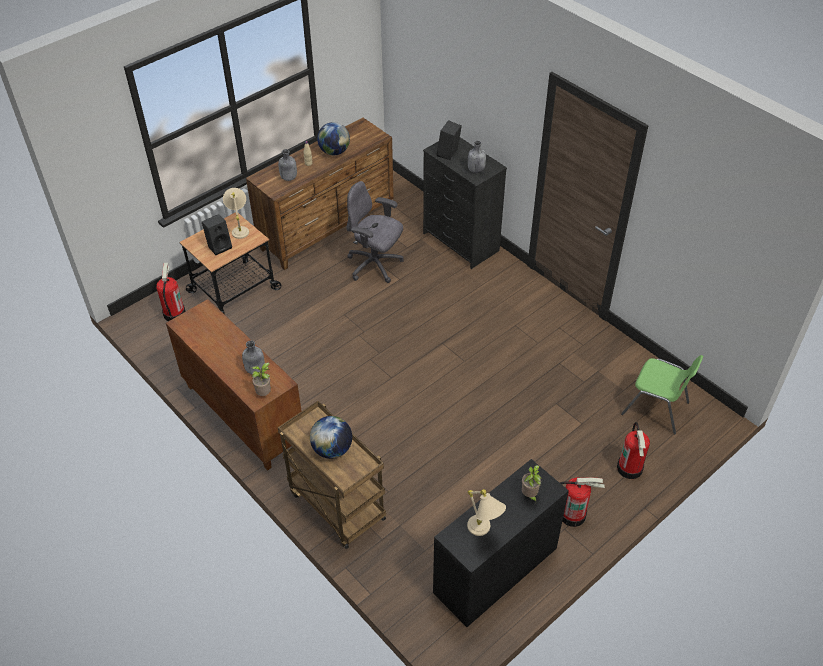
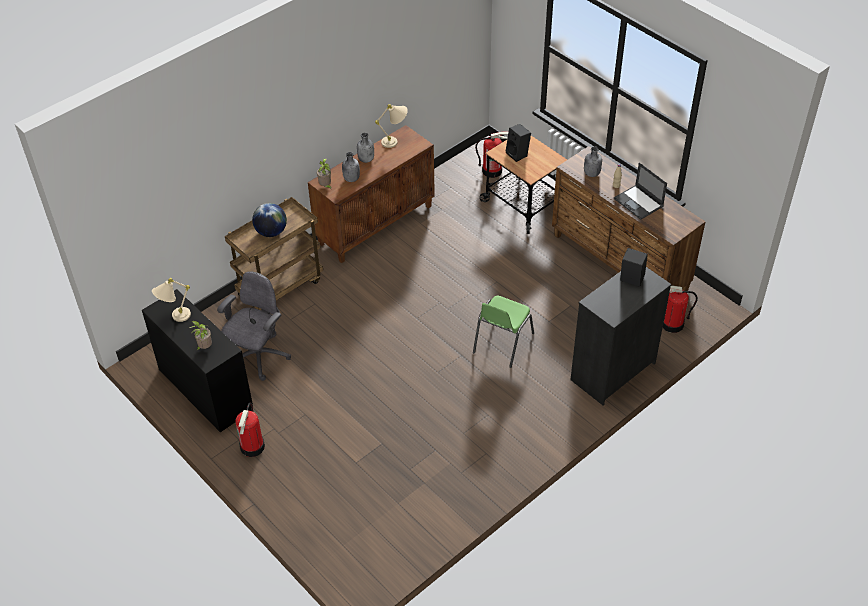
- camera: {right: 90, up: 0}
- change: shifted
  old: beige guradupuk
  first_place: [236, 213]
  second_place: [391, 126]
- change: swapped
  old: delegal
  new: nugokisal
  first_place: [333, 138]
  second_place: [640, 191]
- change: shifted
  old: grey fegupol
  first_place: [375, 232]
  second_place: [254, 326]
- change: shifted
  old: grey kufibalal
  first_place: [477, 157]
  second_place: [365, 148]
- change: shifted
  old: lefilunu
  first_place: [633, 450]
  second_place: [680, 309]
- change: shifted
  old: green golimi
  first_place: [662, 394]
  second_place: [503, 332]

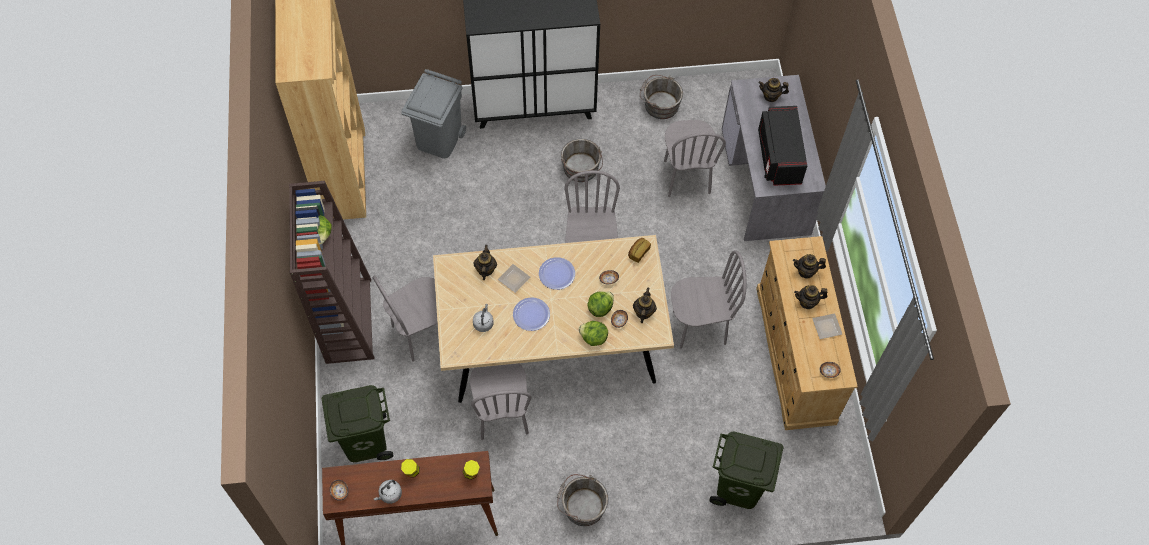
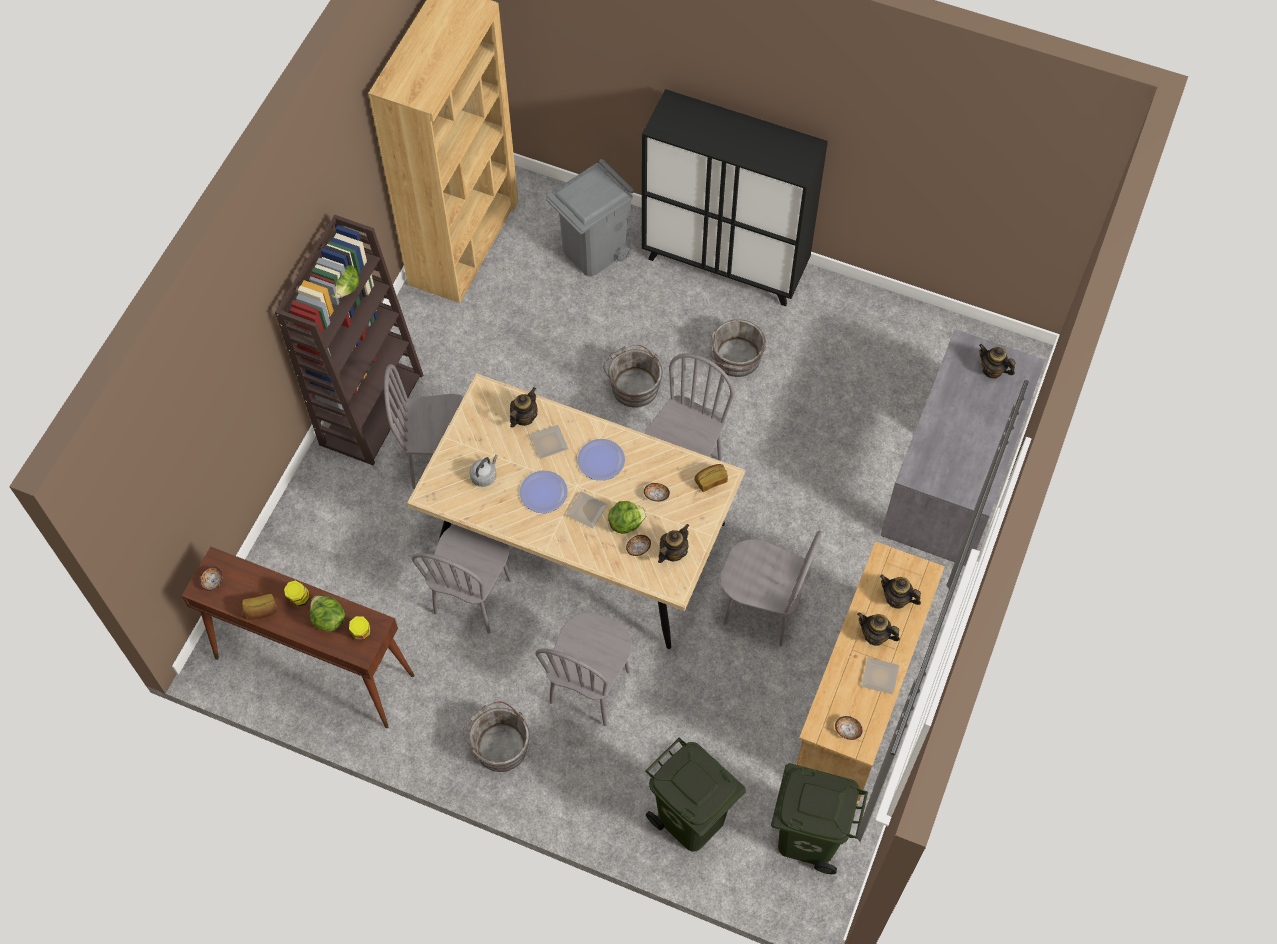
- camera: {right: 30, up: 0}
- change: shifted
  old: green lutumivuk
  first_place: [357, 423]
  second_place: [819, 818]
- change: swapped
  old: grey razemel
  new: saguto
  first_place: [388, 492]
  second_place: [260, 607]
- change: shifted
  old: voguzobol
  first_place: [593, 333]
  second_place: [327, 614]
- change: shifted
  old: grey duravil
  first_place: [661, 97]
  second_place: [633, 376]
- change: shifted
  old: grey golimi
  first_place: [695, 158]
  second_place: [584, 669]
- change: gone
  old: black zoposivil
  first_place: [782, 146]
- change: new
  new: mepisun
  second_place: [587, 510]

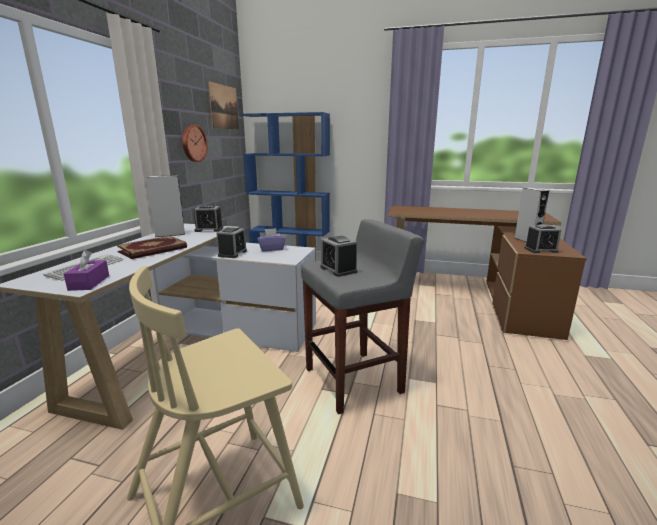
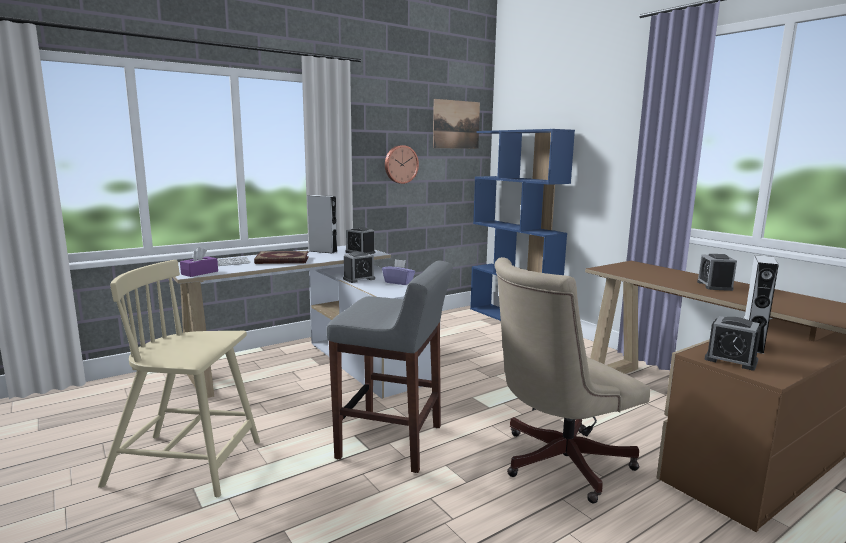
- camera: {right: 40, up: -5}
- change: shifted
  old: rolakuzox
  first_place: [339, 256]
  second_place: [717, 272]
- change: new
  new: beige fegupol
  second_place: [572, 380]

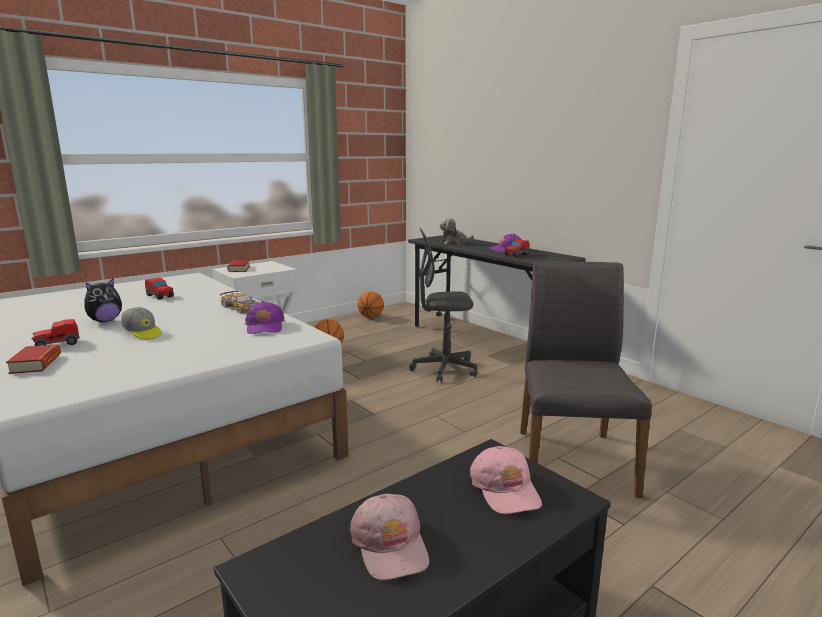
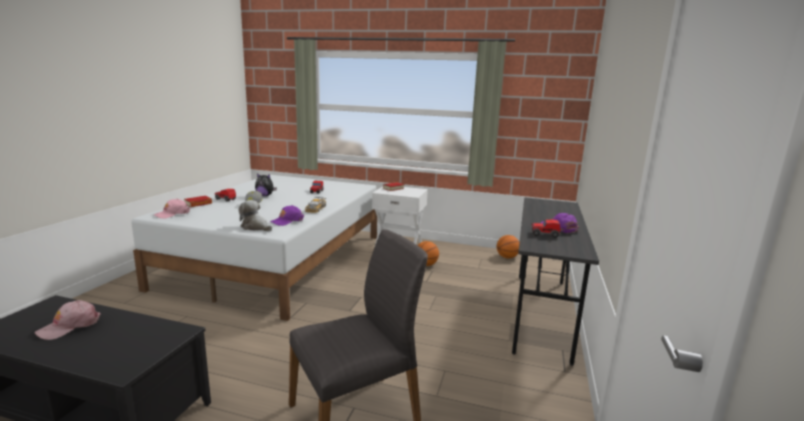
- camera: {right: 55, up: 0}
- change: gone
  old: grey fegupol
  first_place: [443, 305]
- change: shifted
  old: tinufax
  first_place: [456, 231]
  second_place: [255, 215]
- change: shifted
  old: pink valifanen
  first_place: [506, 480]
  second_place: [172, 209]

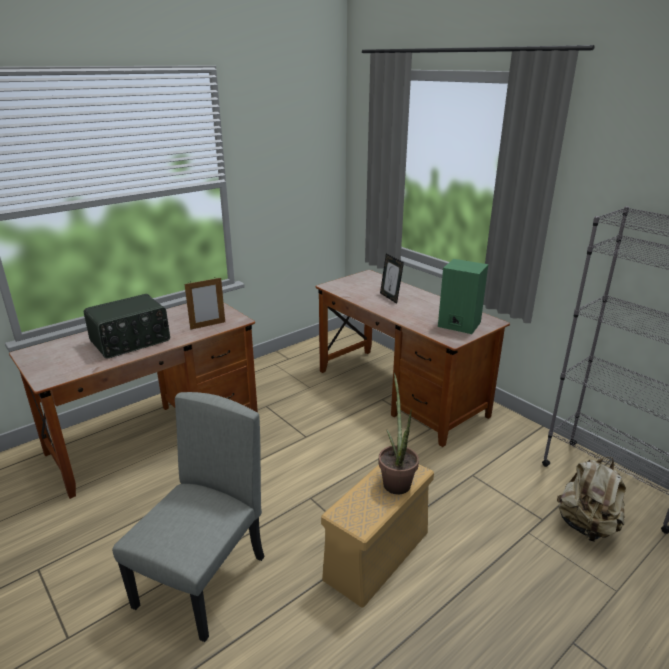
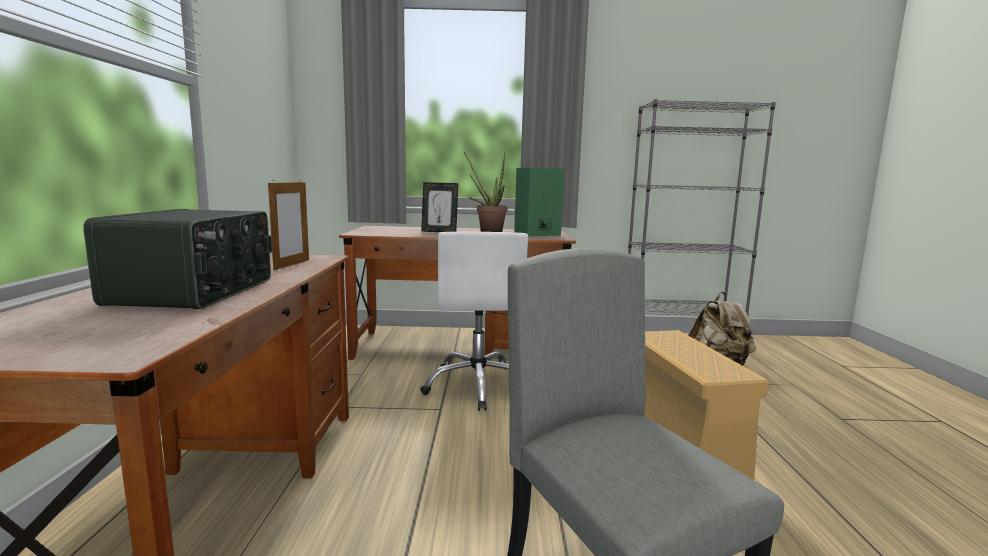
- camera: {right: -50, up: -15}
- change: shifted
  old: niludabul
  first_place: [398, 434]
  second_place: [486, 192]
- change: new
  new: white fegupol
  second_place: [474, 321]

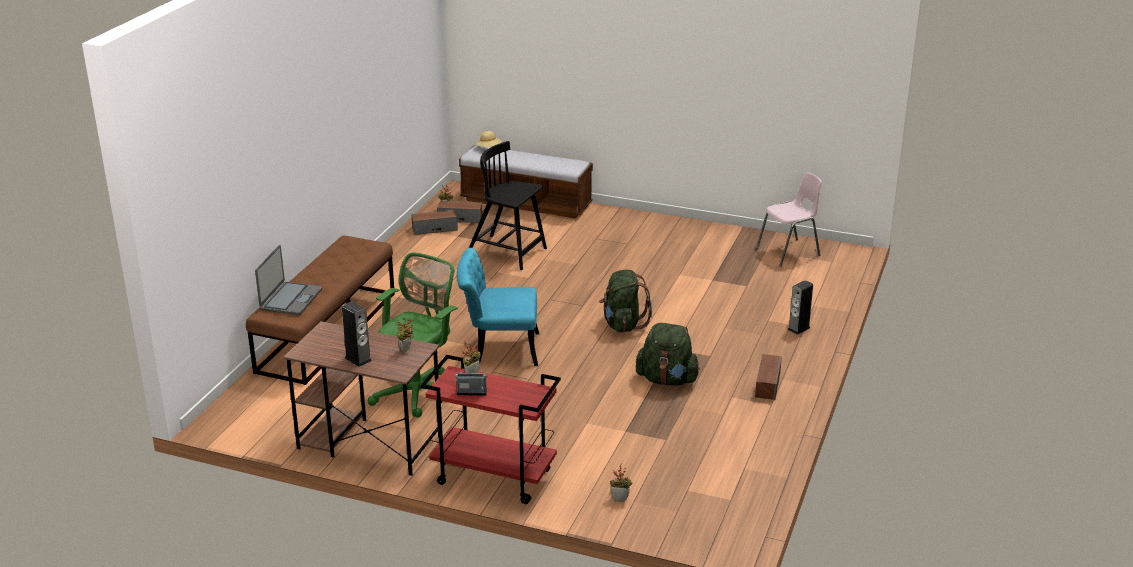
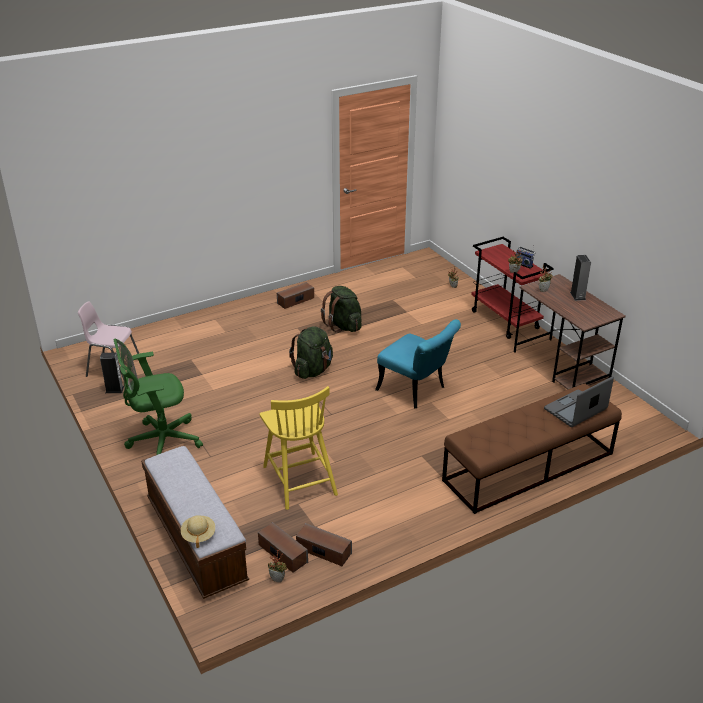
- camera: {right: -140, up: 5}
- change: shifted
  old: green fegupol
  first_place: [413, 335]
  second_place: [158, 397]
- change: repainted
  old: black golimi
  new: yellow golimi
  first_place: [508, 205]
  second_place: [299, 448]
- change: shifted
  old: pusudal
  first_place: [800, 307]
  second_place: [112, 373]

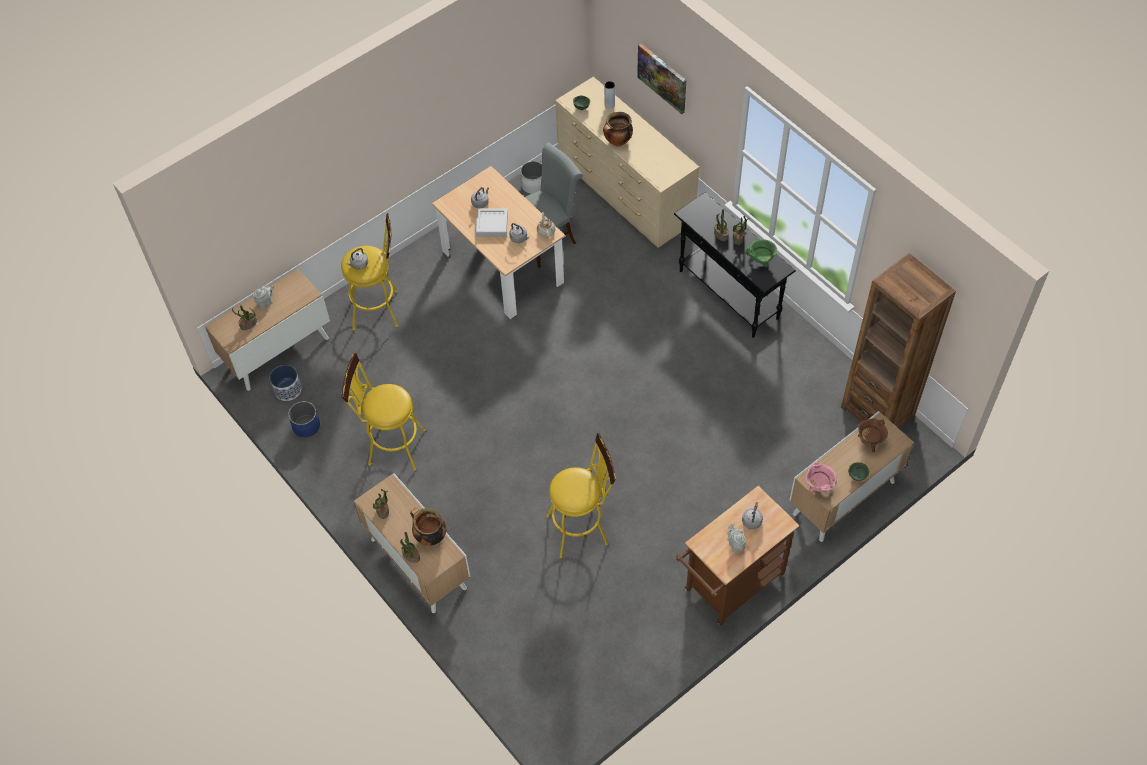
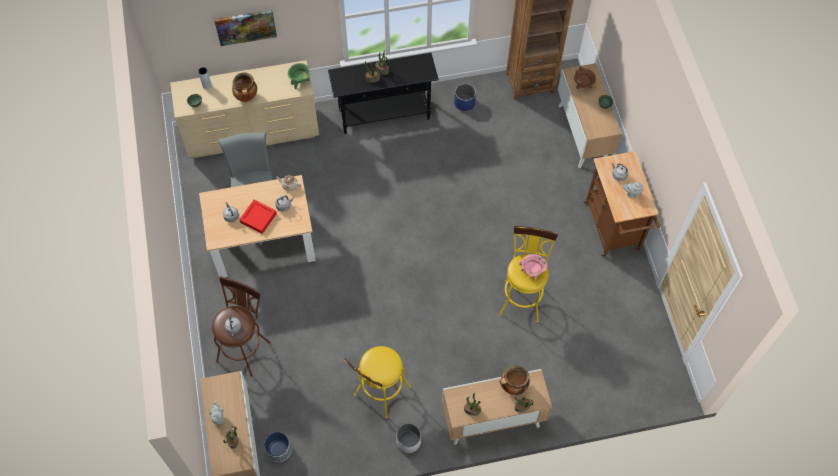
- camera: {right: -65, up: 5}
- change: shifted
  old: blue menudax
  first_place: [304, 419]
  second_place: [465, 97]
- change: repainted
  old: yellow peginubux
  new: brown peginubux
  first_place: [369, 272]
  second_place: [241, 326]
- change: repainted
  old: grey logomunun
  new: red logomunun
  first_place: [492, 222]
  second_place: [258, 217]
- change: shifted
  old: white menudax
  first_place: [531, 177]
  second_place: [408, 438]
- change: shifted
  old: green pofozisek
  first_place: [761, 253]
  second_place: [299, 76]
- change: shifted
  old: pink pofozisek
  first_place: [821, 476]
  second_place: [533, 266]

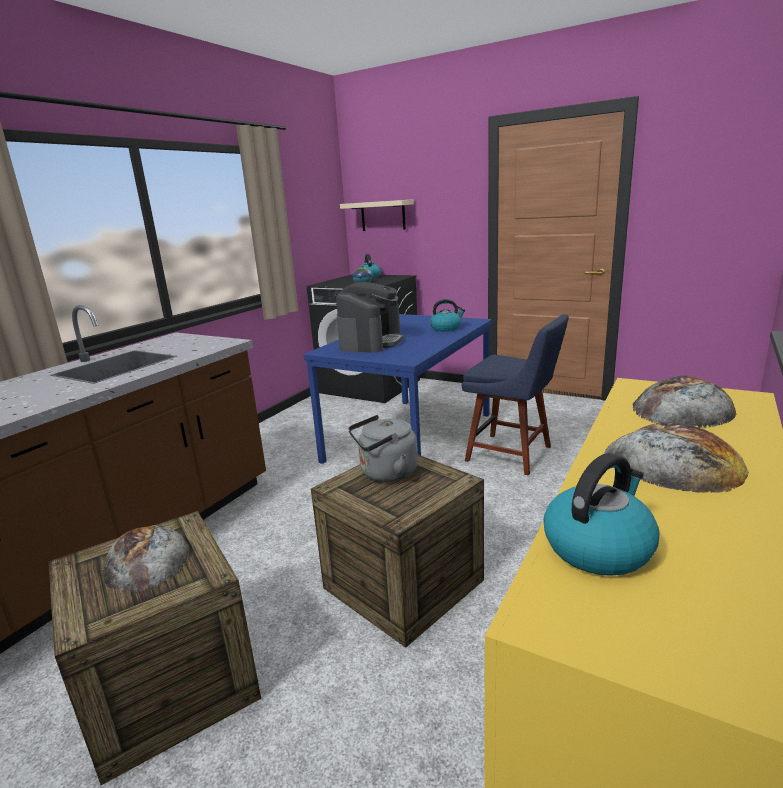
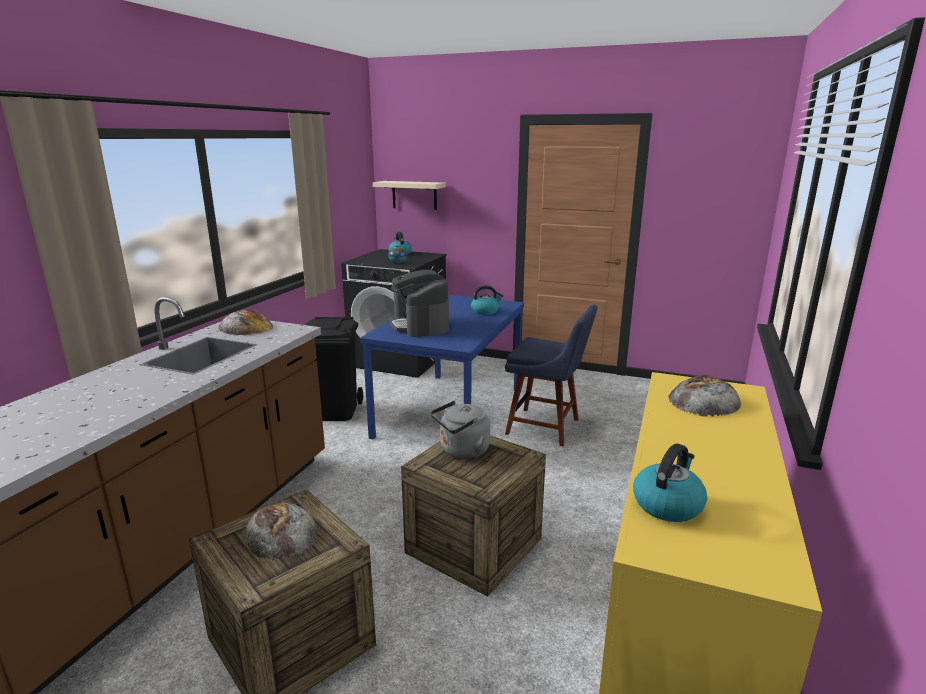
- camera: {right: -10, up: 0}
- change: rotated
  old: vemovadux
  first_place: [370, 317]
  second_place: [419, 303]
  degrees: 150
- change: shifted
  old: saguto
  first_place: [676, 457]
  second_place: [245, 322]
- change: new
  new: black lutumivuk
  second_place: [334, 369]

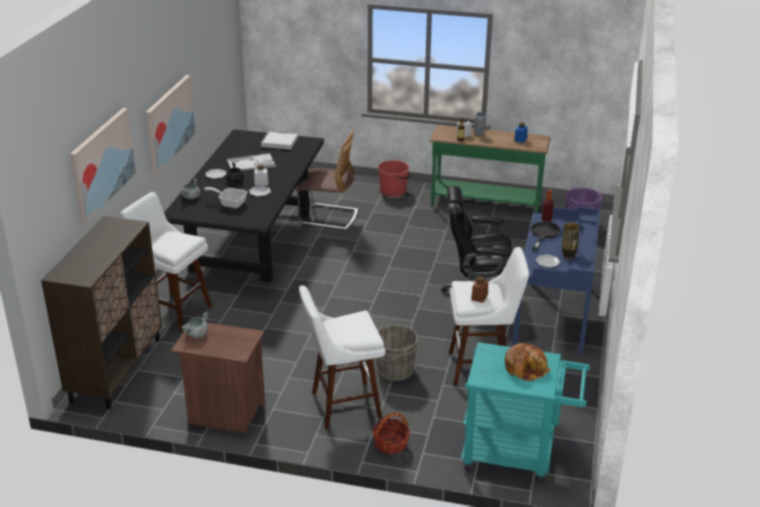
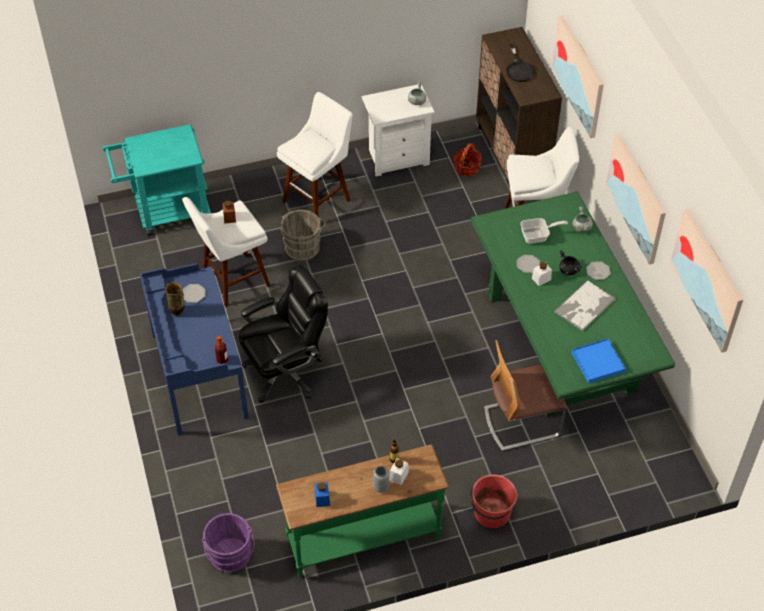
- camera: {right: 150, up: 20}
- change: repainted
  old: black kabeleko
  new: green kabeleko
  first_place: [244, 205]
  second_place: [573, 303]
- change: repainted
  old: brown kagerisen
  new: white kagerisen
  first_place: [218, 377]
  second_place: [398, 130]
- change: repainted
  old: white logomunun
  new: blue logomunun
  first_place: [280, 140]
  second_place: [599, 361]
- change: shifted
  old: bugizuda
  first_place: [391, 433]
  second_place: [467, 159]
- change: gone
  old: saguto
  first_place: [527, 362]
- change: shifted
  old: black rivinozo
  first_place: [545, 236]
  second_place: [520, 62]
- change: new
  new: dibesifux
  second_place: [706, 281]

